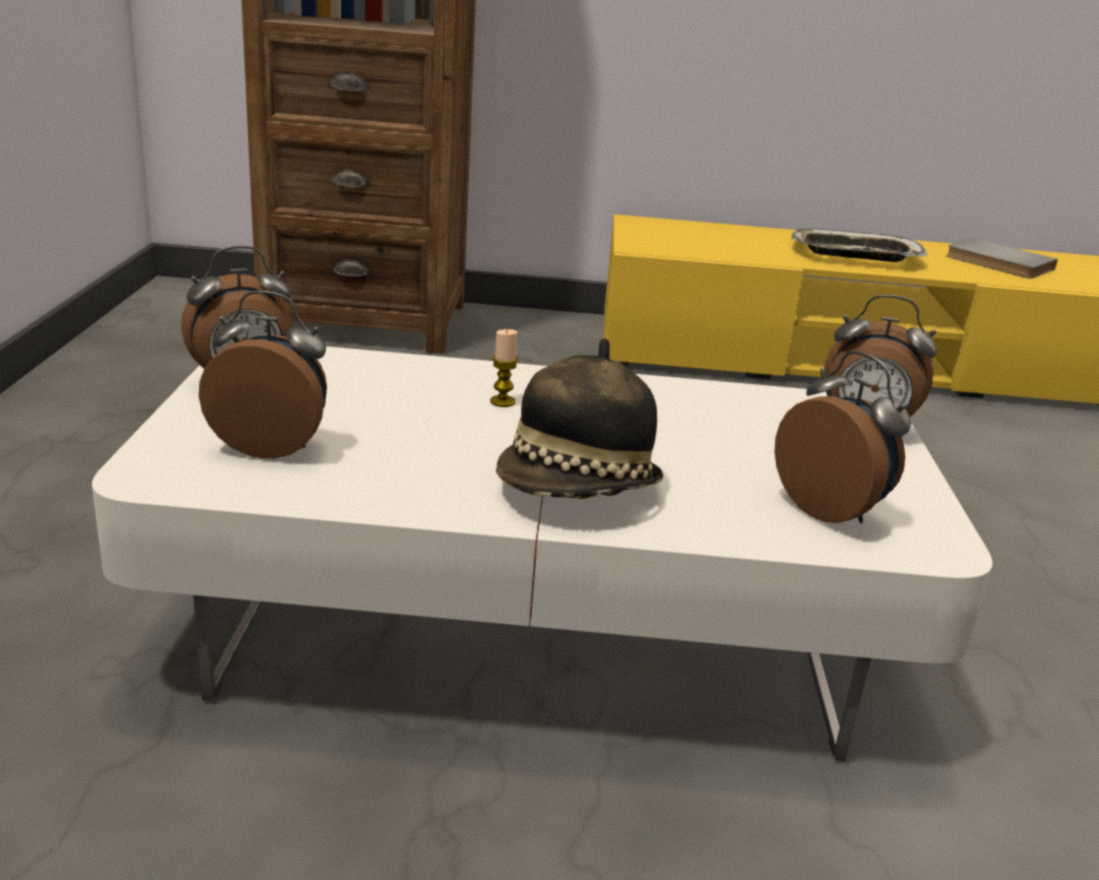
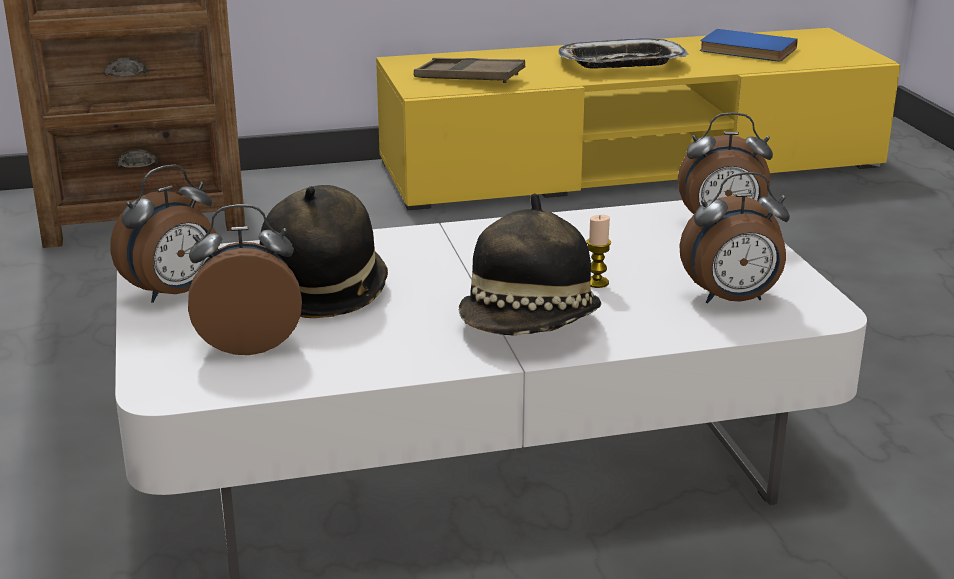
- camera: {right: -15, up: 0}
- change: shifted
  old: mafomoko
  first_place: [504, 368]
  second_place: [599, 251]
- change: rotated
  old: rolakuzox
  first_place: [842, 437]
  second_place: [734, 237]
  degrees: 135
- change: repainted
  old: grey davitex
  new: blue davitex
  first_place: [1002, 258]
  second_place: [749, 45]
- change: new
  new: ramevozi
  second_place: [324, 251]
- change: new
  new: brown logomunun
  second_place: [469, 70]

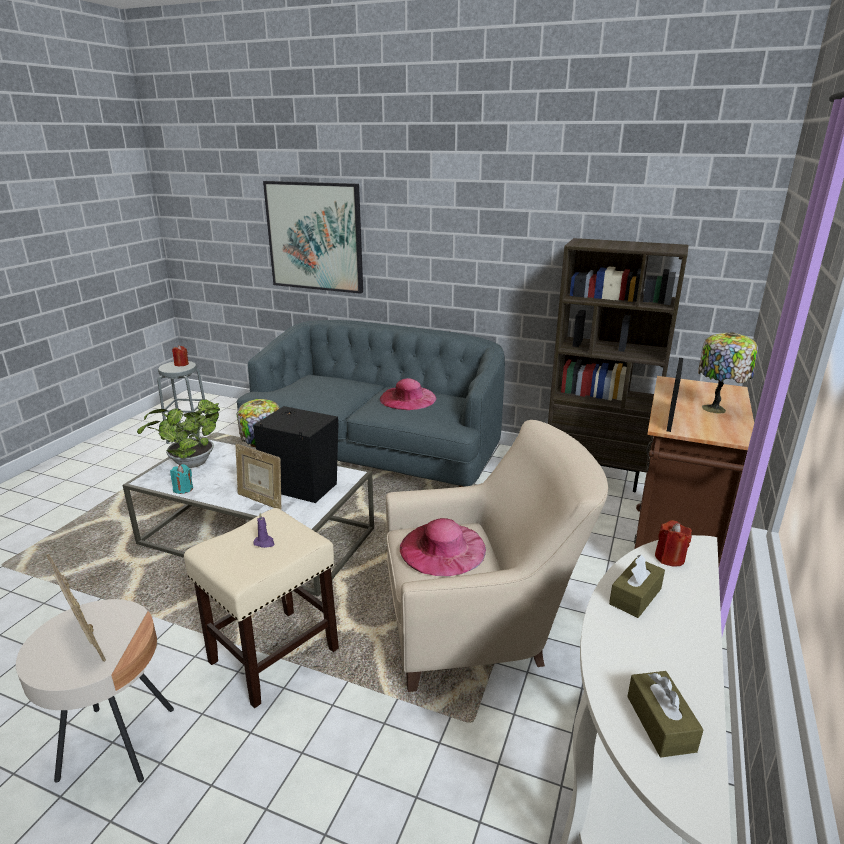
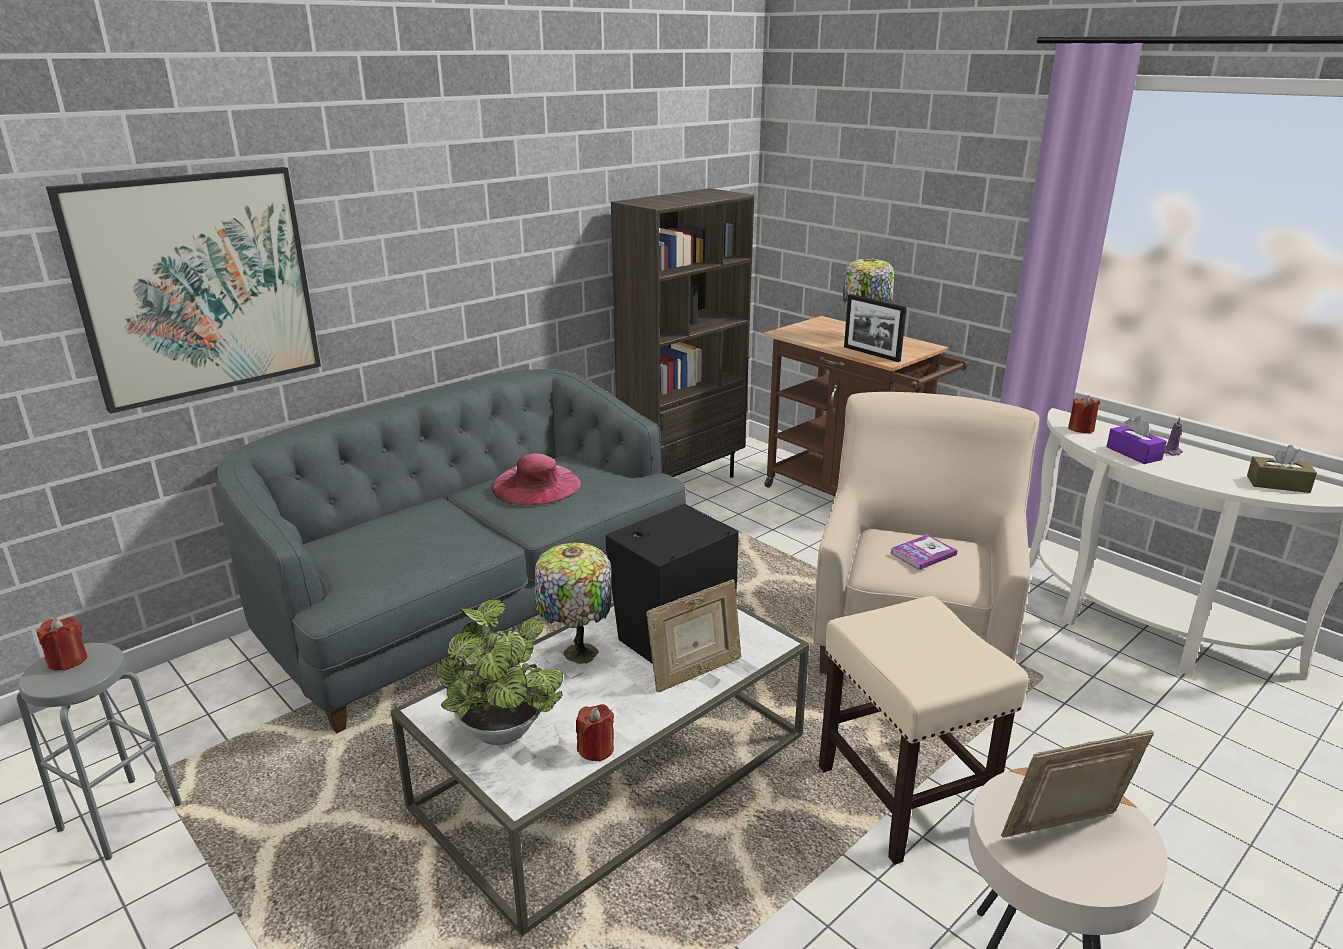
- camera: {right: -65, up: 0}
- change: repainted
  old: turquoise mafomoko
  new: red mafomoko
  first_place: [181, 479]
  second_place: [595, 733]
- change: shifted
  old: purple mafomoko
  first_place: [264, 530]
  second_place: [1173, 436]
- change: swapped
  old: pink ramevozi
  new: davitex
  first_place: [443, 547]
  second_place: [924, 552]
- change: repainted
  old: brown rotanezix
  new: purple rotanezix
  first_place: [637, 586]
  second_place: [1136, 440]

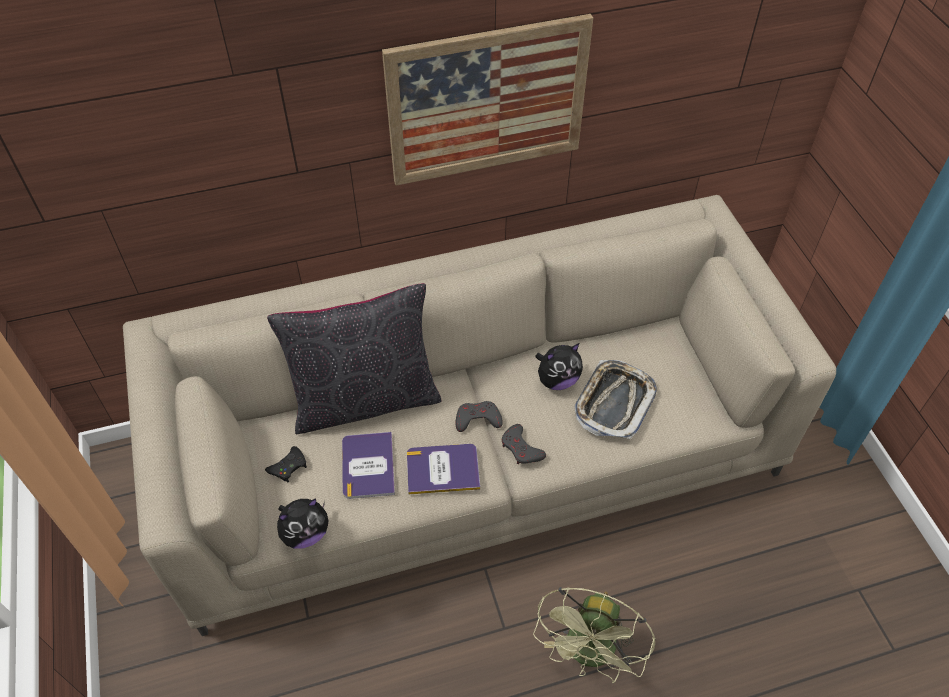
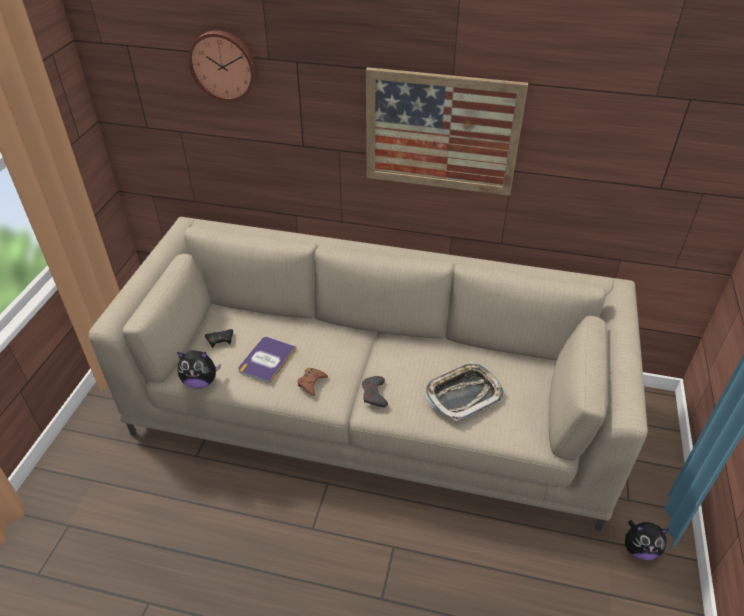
- camera: {right: 30, up: -10}
- change: gone
  old: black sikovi
  first_place: [354, 358]
- change: swapped
  old: davitex
  new: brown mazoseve
  first_place: [443, 469]
  second_place: [312, 382]
- change: gone
  old: grey mazoseve
  first_place: [479, 416]
- change: gone
  old: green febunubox
  first_place: [594, 635]
- change: shifted
  old: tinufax
  first_place: [559, 366]
  second_place: [647, 540]
- change: new
  new: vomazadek
  second_place: [222, 66]

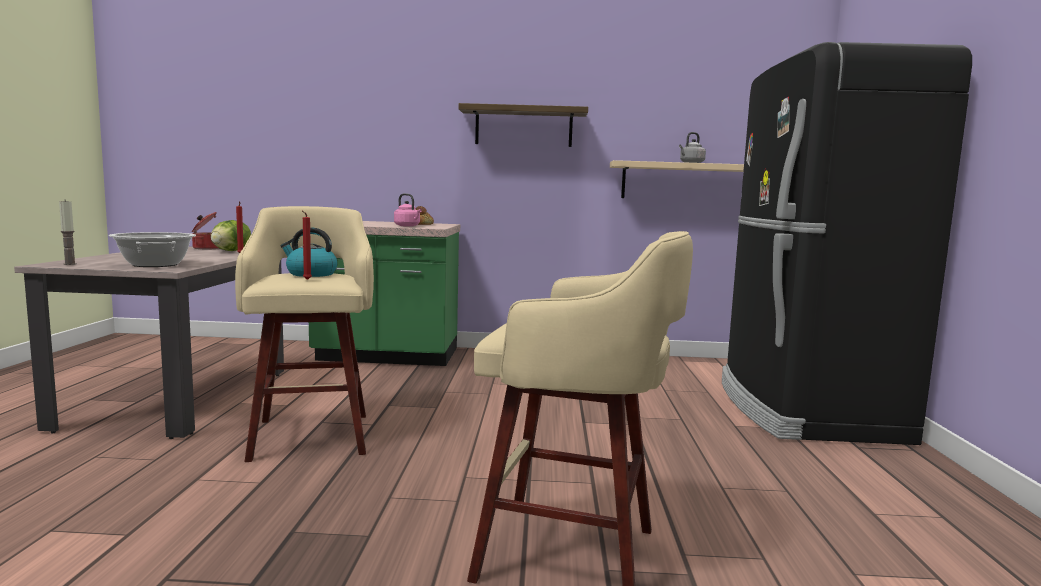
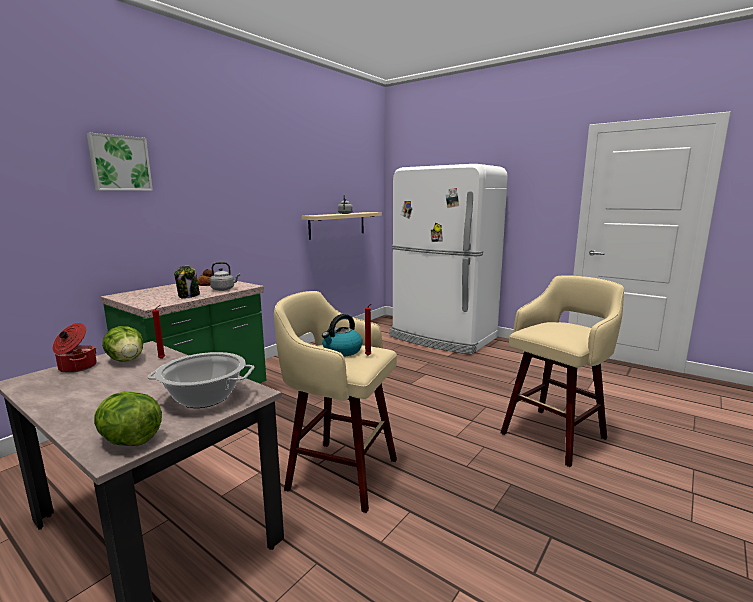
- camera: {right: -55, up: 5}
- change: swapped
  old: mafomoko
  new: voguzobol
  first_place: [68, 232]
  second_place: [128, 418]
- change: repainted
  old: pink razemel
  new: grey razemel
  first_place: [408, 210]
  second_place: [225, 276]
- change: gone
  old: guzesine
  first_place: [523, 125]
- change: repainted
  old: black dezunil
  new: white dezunil
  first_place: [847, 243]
  second_place: [449, 259]
- change: new
  new: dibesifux
  second_place: [120, 162]
- change: new
  new: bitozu
  second_place: [187, 282]

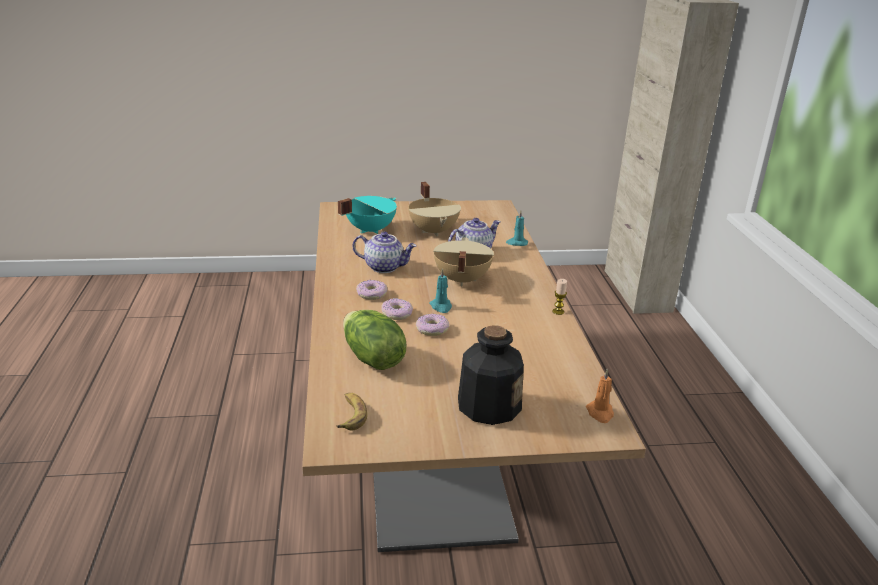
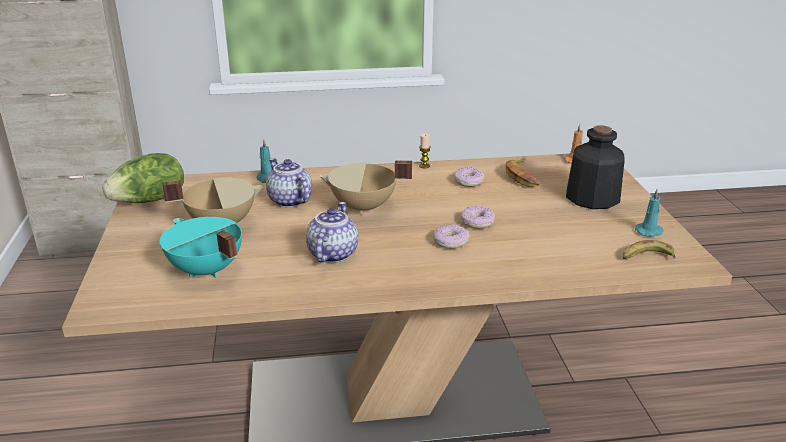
- camera: {right: -90, up: 0}
- change: shifted
  old: voguzobol
  first_place: [374, 340]
  second_place: [143, 178]
- change: shifted
  old: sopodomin
  first_place: [371, 290]
  second_place: [469, 177]
- change: shifted
  old: turquoise mafomoko
  first_place: [440, 290]
  second_place: [649, 213]
- change: new
  new: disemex
  second_place: [523, 172]

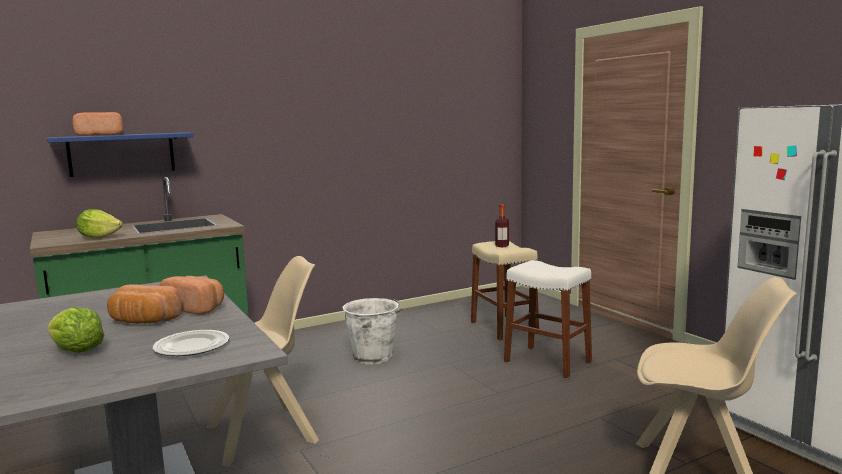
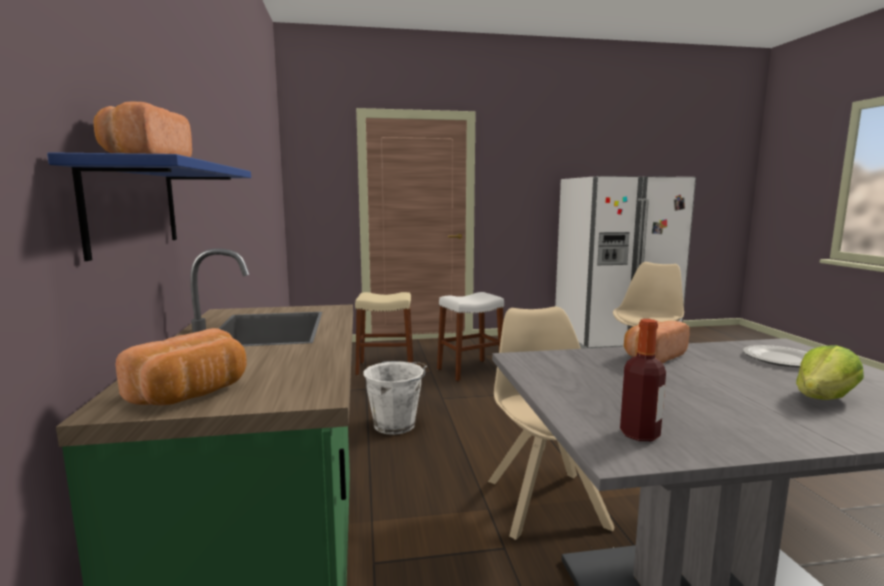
- camera: {right: -70, up: 0}
- change: gone
  old: voguzobol
  first_place: [99, 224]
- change: shifted
  old: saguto
  first_place: [144, 303]
  second_place: [180, 366]
- change: shifted
  old: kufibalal
  first_place: [502, 225]
  second_place: [643, 380]

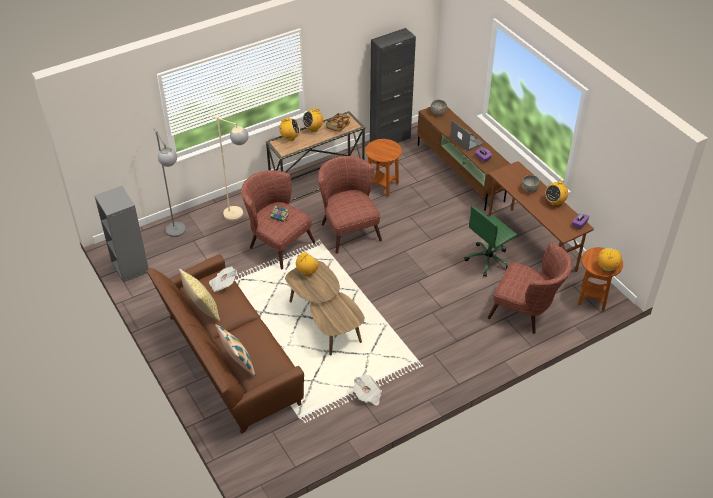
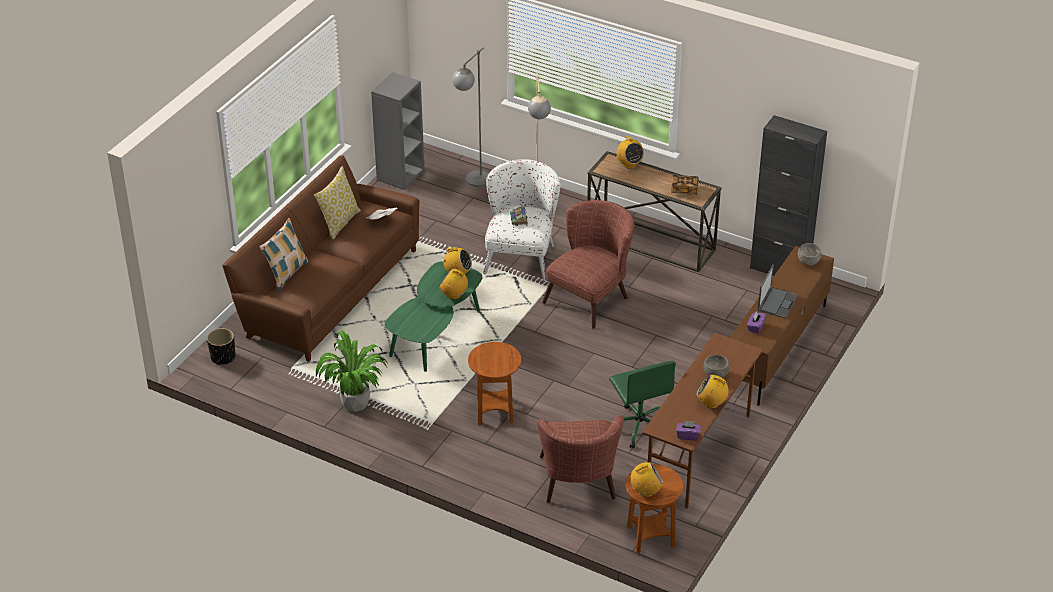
- camera: {right: 60, up: -5}
- change: repainted
  old: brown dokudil
  new: white dokudil
  first_place: [278, 220]
  second_place: [521, 220]
- change: repainted
  old: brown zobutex
  new: green zobutex
  first_place: [325, 308]
  second_place: [433, 316]
- change: shifted
  old: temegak
  first_place: [312, 120]
  second_place: [455, 284]
- change: swapped
  old: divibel
  new: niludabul
  first_place: [367, 390]
  second_place: [352, 371]
- change: shifted
  old: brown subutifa
  first_place: [383, 168]
  second_place: [494, 383]
- change: rotated
  old: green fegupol
  first_place: [490, 241]
  second_place: [642, 404]
  degrees: -135
- change: new
  new: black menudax
  second_place: [221, 346]

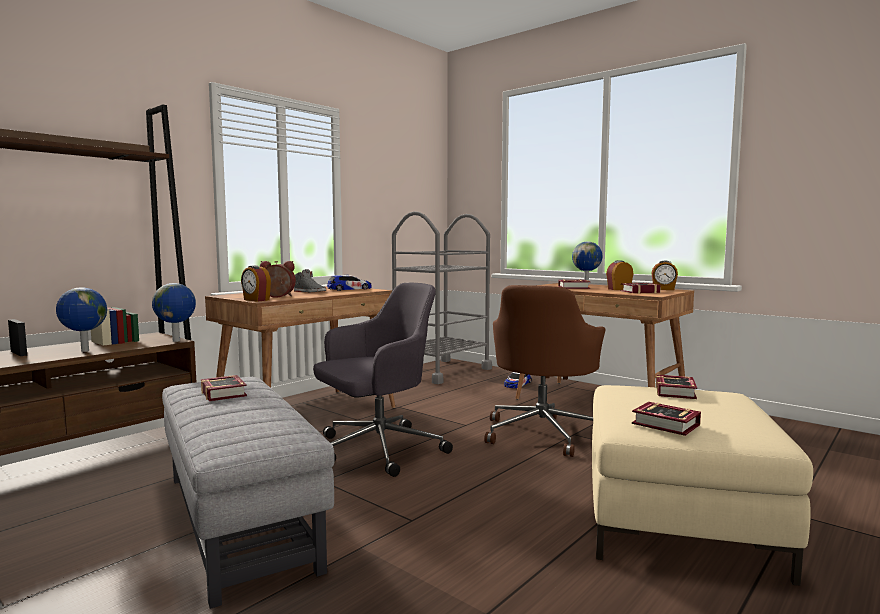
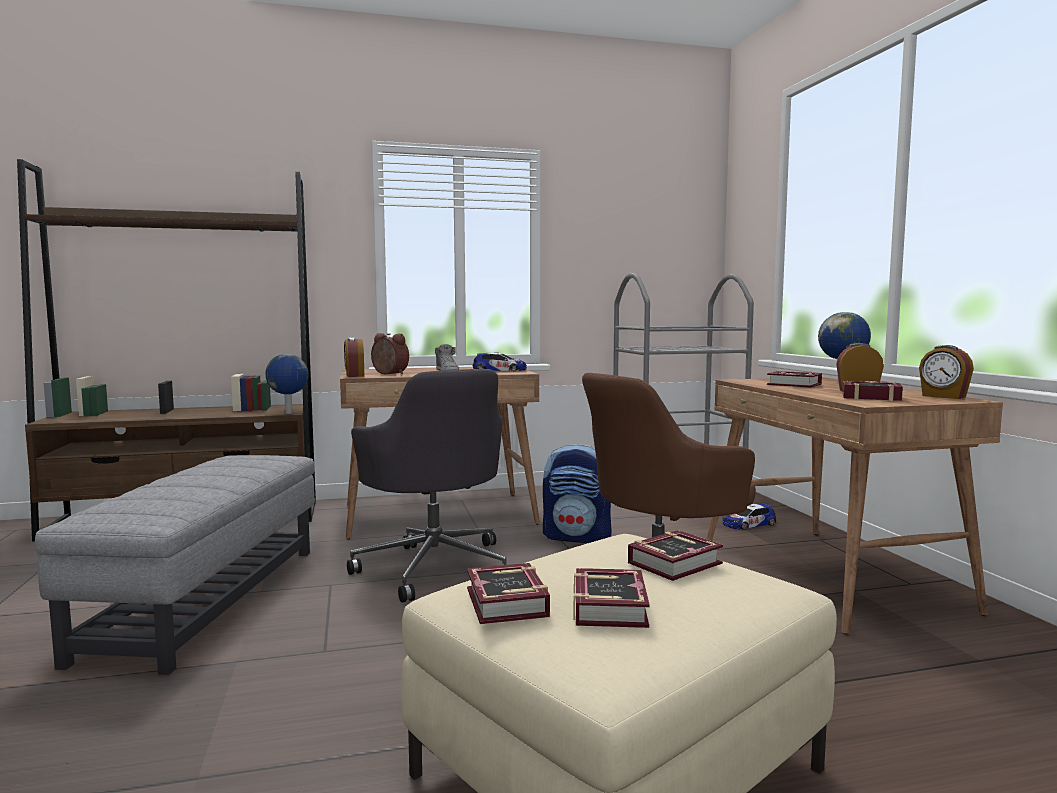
- camera: {right: 35, up: 0}
- change: gone
  old: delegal
  first_place: [81, 319]
- change: shifted
  old: davitex
  first_place: [224, 388]
  second_place: [612, 598]
- change: rotated
  old: grey fegupol
  first_place: [383, 380]
  second_place: [426, 486]
  degrees: 60
- change: new
  new: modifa
  second_place: [577, 493]

